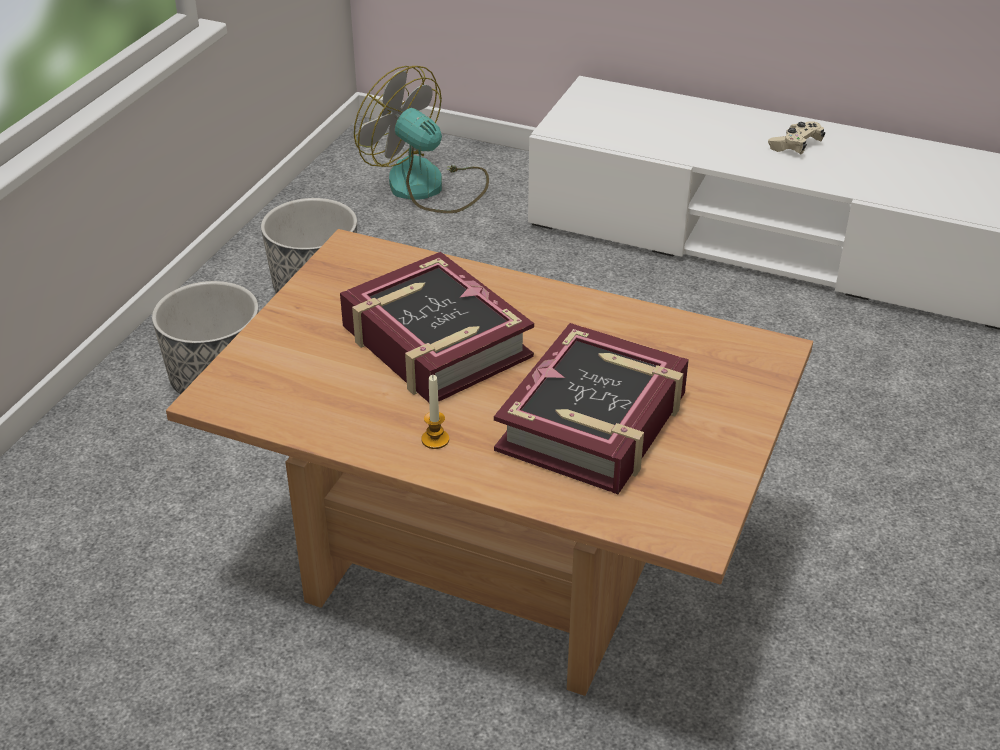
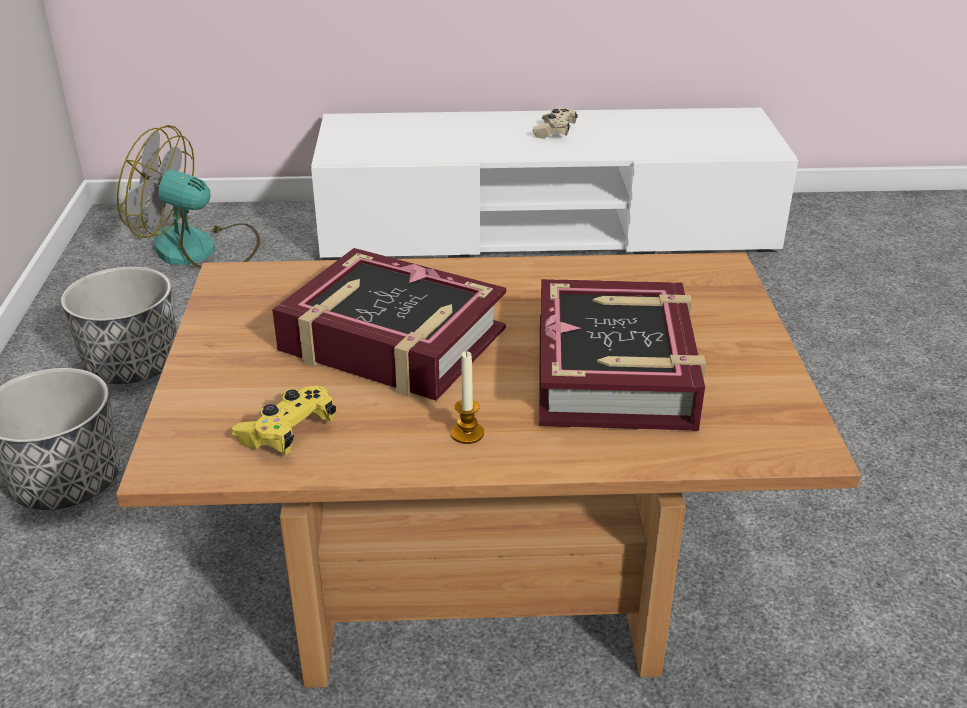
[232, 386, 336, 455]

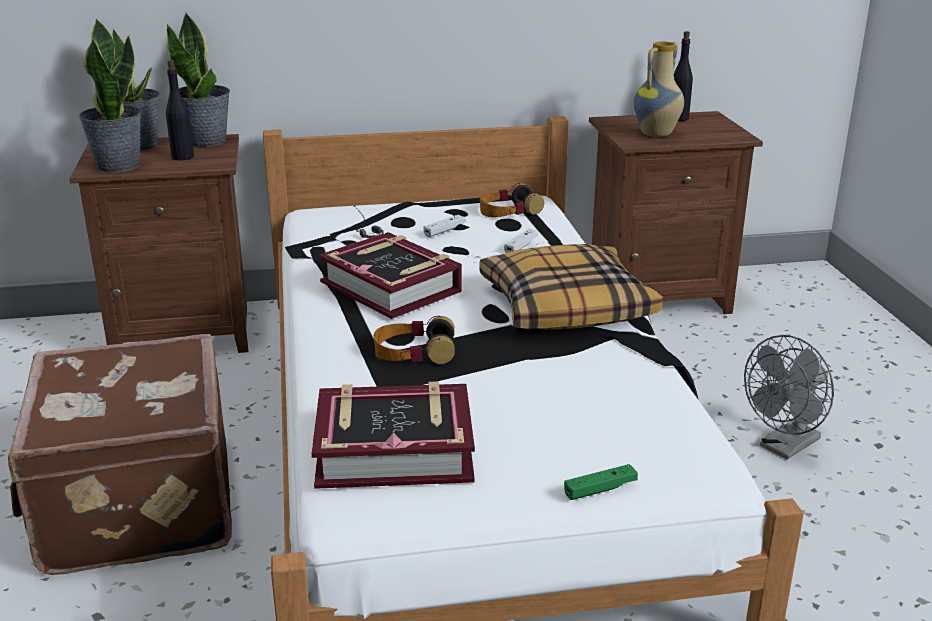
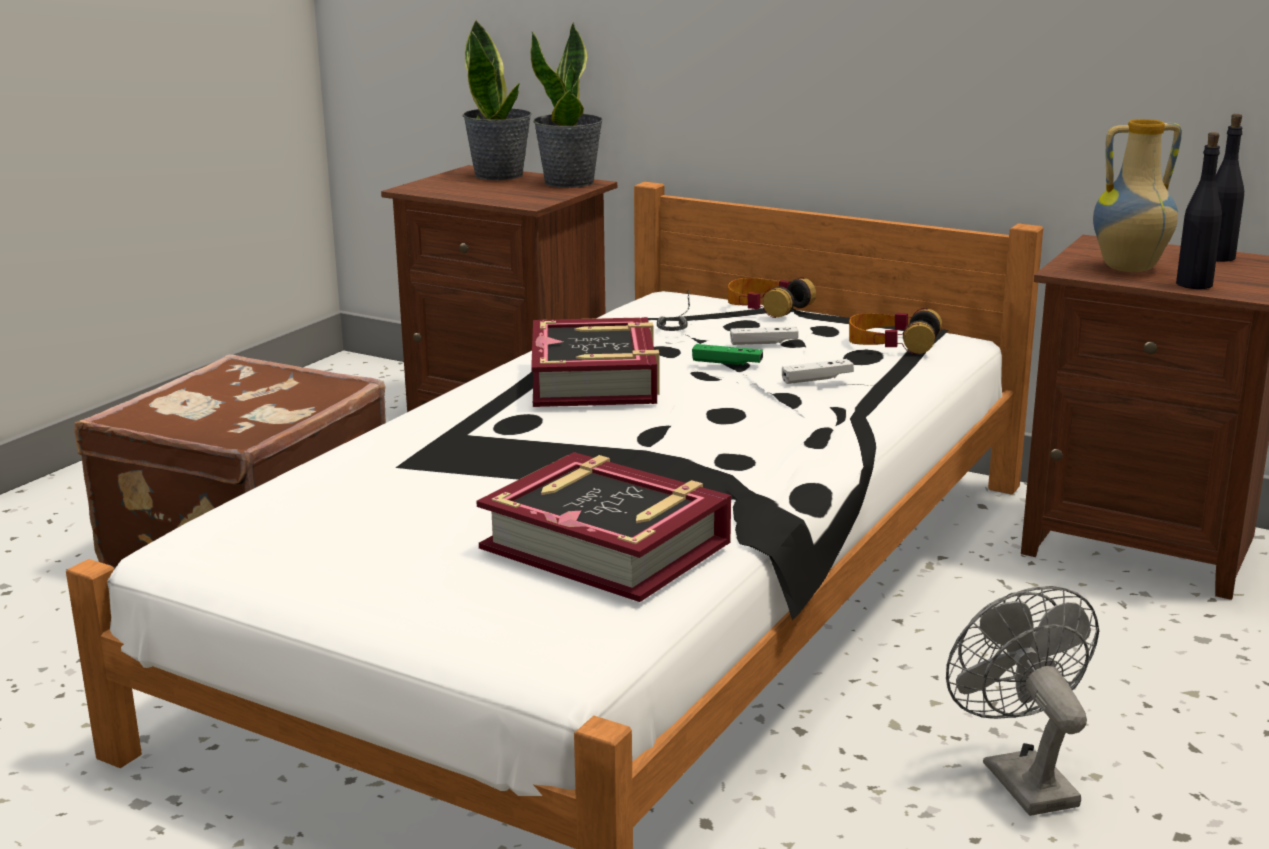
[78, 35, 142, 173] (first image)
[1176, 132, 1222, 289]
[476, 452, 731, 602]
[728, 277, 816, 318]
[479, 244, 663, 330] (first image)
[692, 344, 763, 365]
[946, 586, 1099, 816]

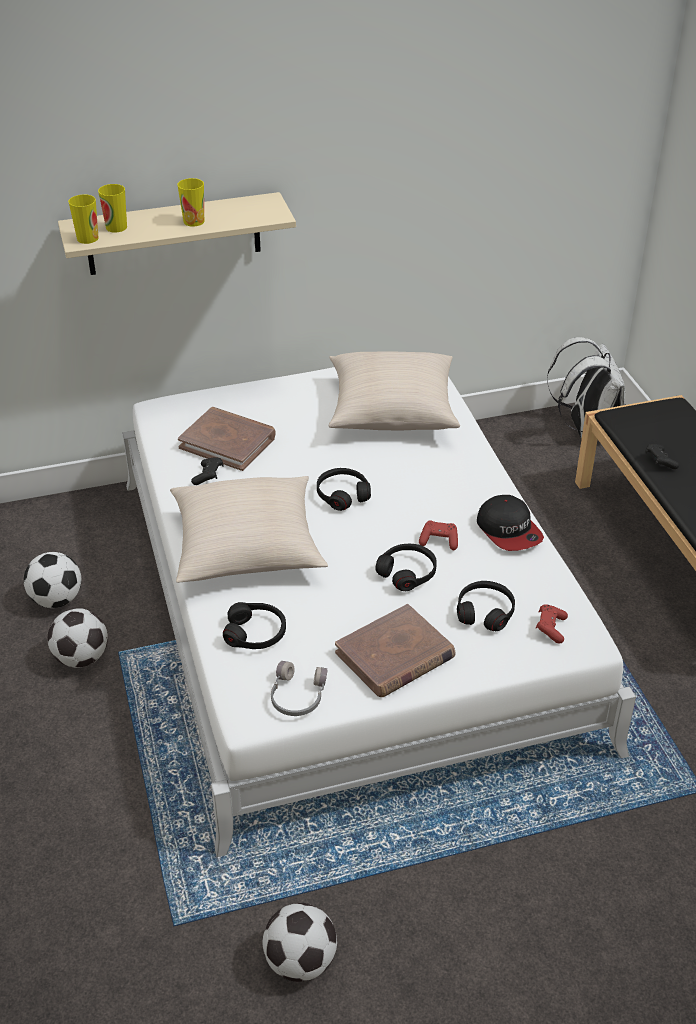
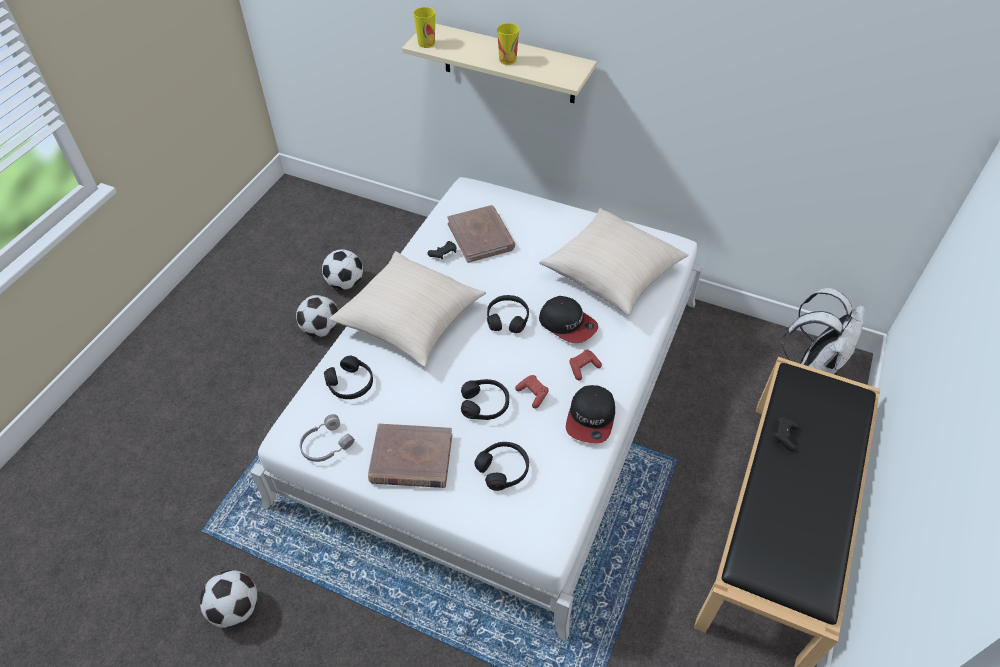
[98, 184, 127, 233] (first image)
[569, 350, 602, 380]
[539, 296, 598, 344]

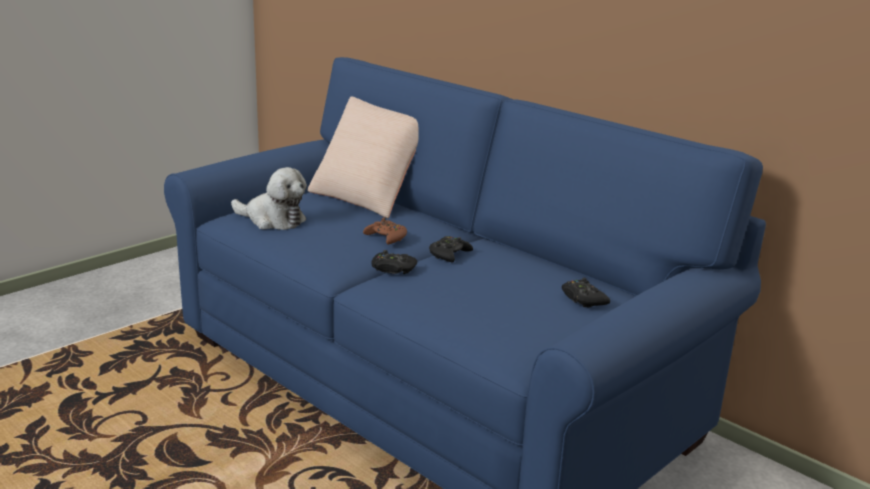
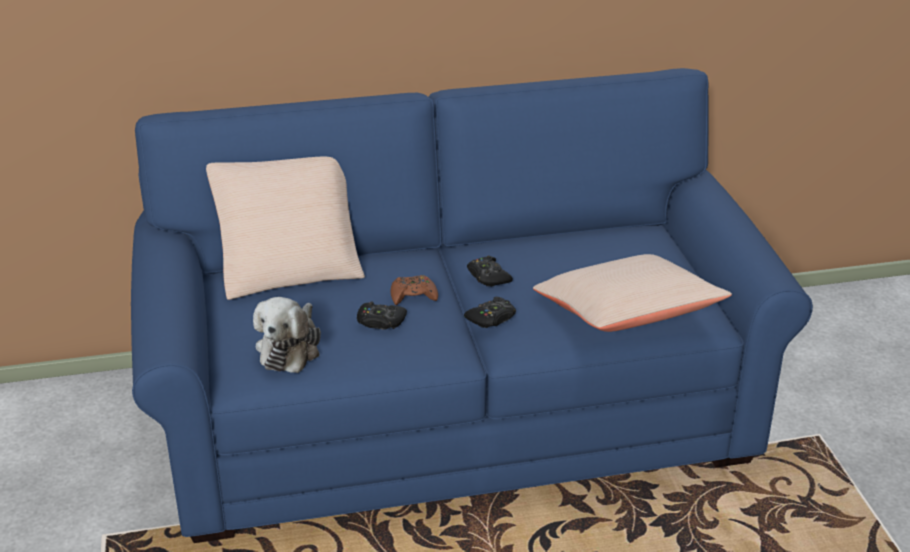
[253, 297, 321, 373]
[357, 302, 407, 330]
[533, 254, 732, 332]

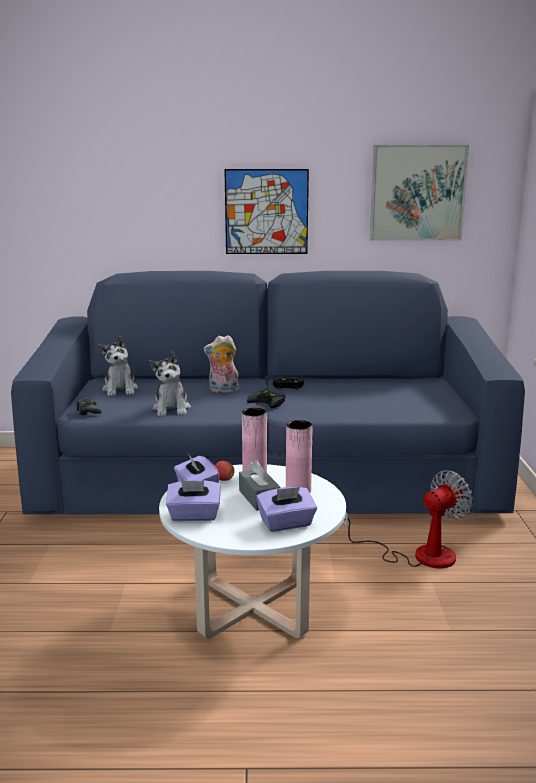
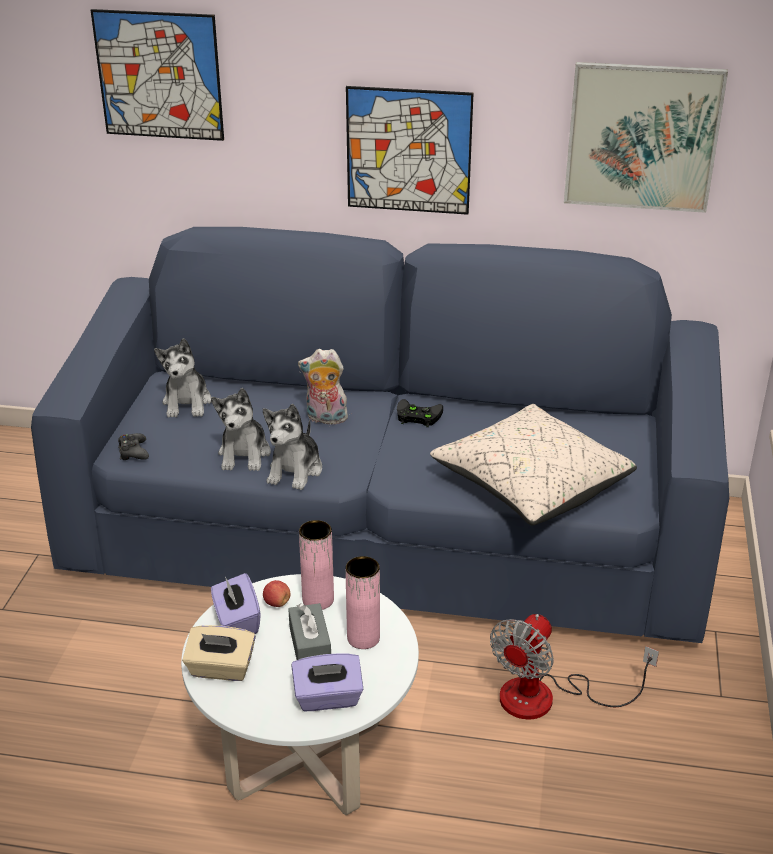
[182, 625, 256, 681]
[247, 389, 286, 408] (first image)
[490, 614, 659, 720]
[91, 9, 224, 141]
[263, 404, 322, 490]
[430, 404, 637, 526]

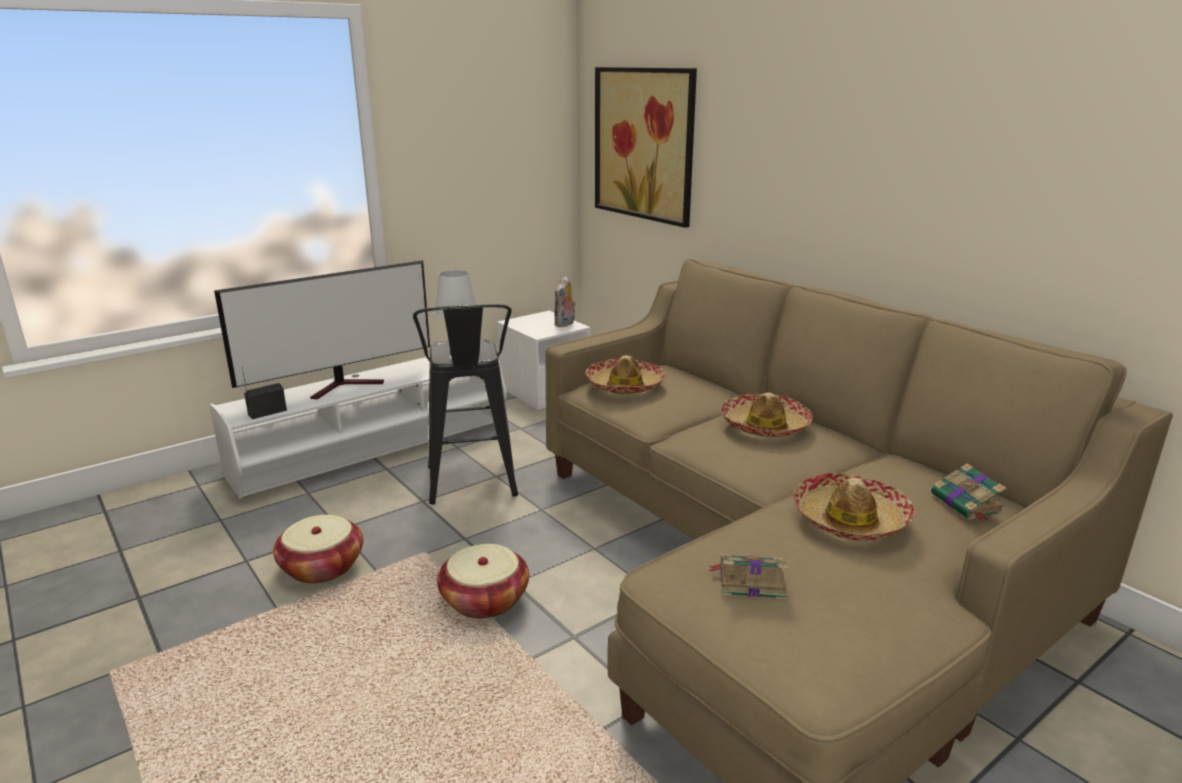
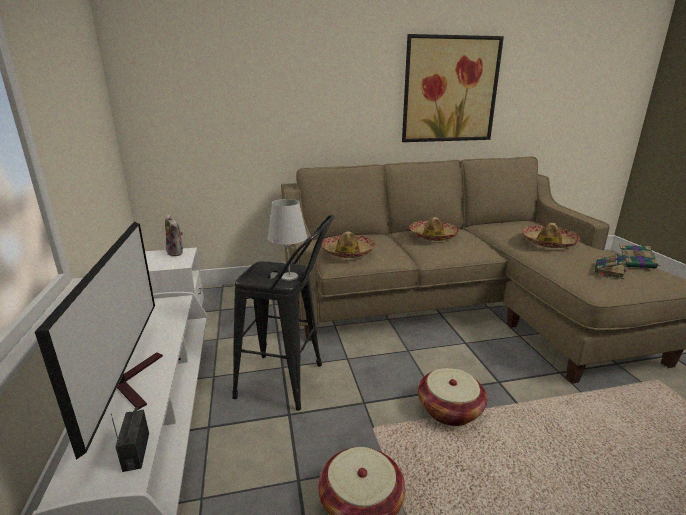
[402, 34, 504, 142]
[617, 245, 660, 269]

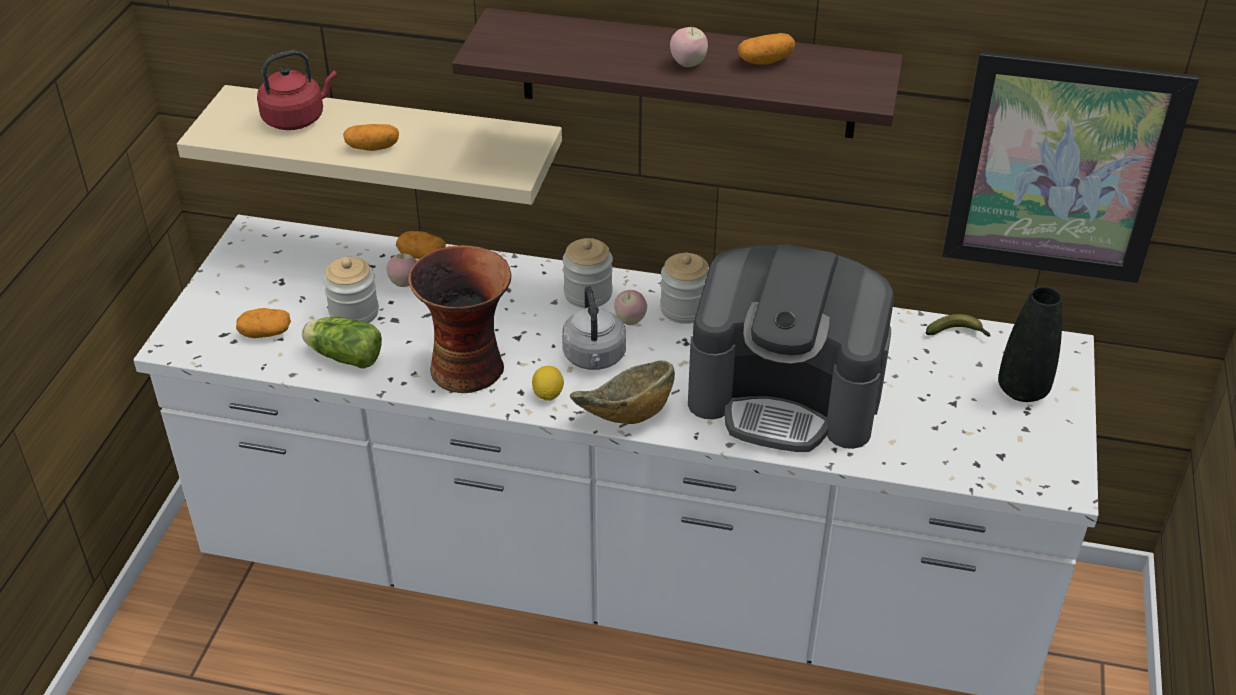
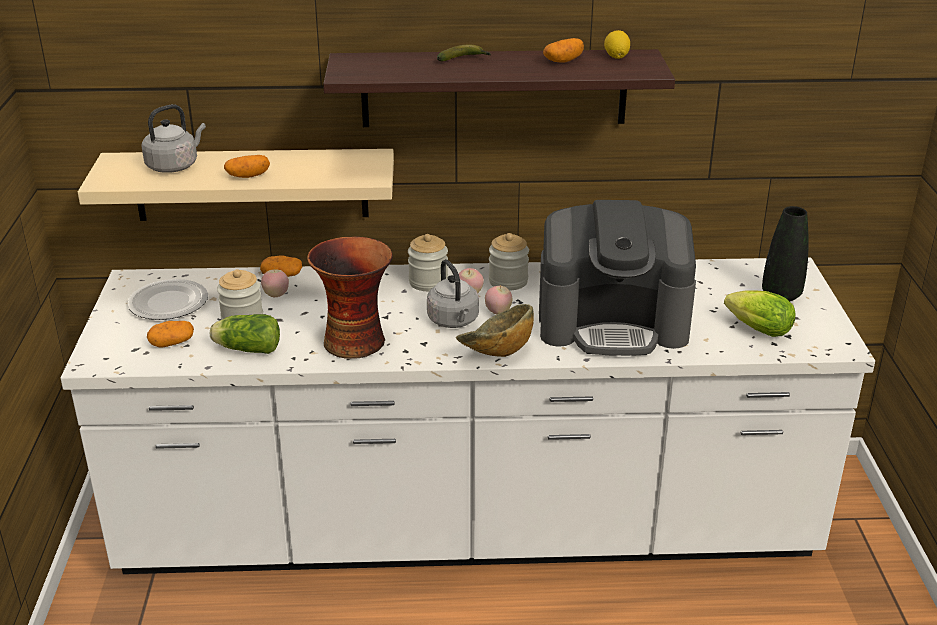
[142, 104, 206, 173]
[604, 30, 630, 59]
[485, 285, 512, 315]
[437, 45, 491, 61]
[942, 51, 1199, 283] (first image)
[127, 279, 208, 320]
[724, 290, 795, 337]

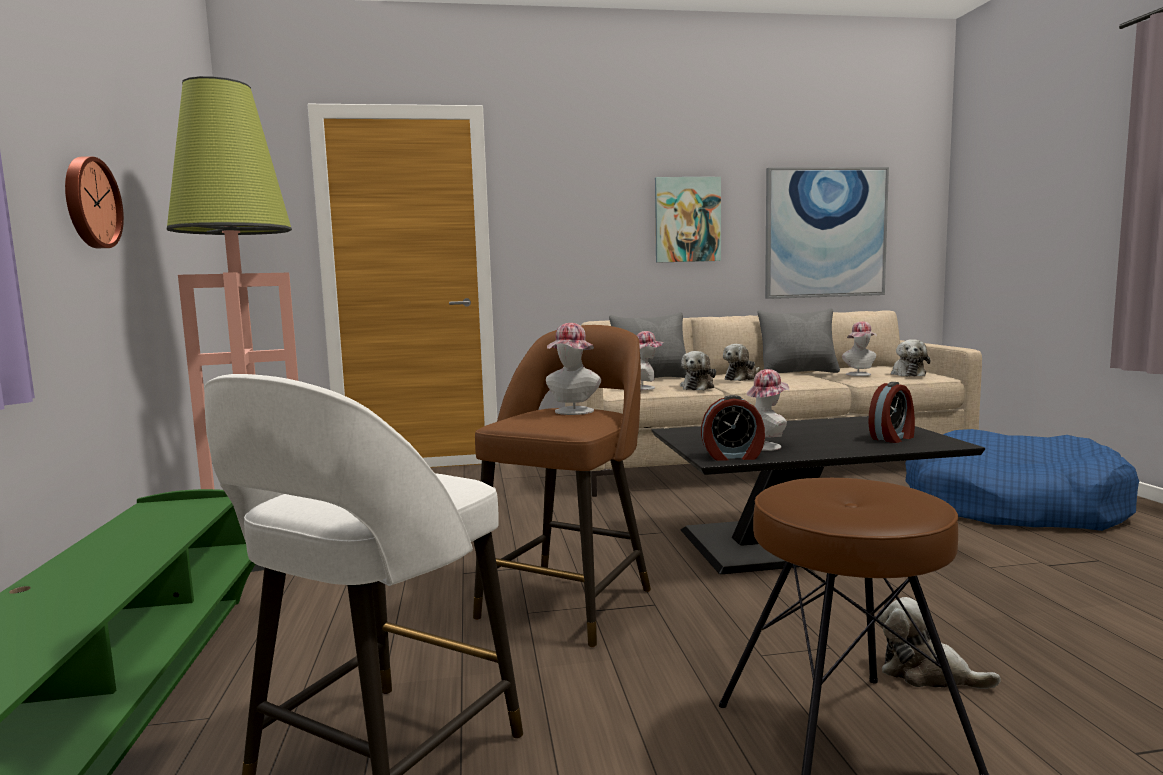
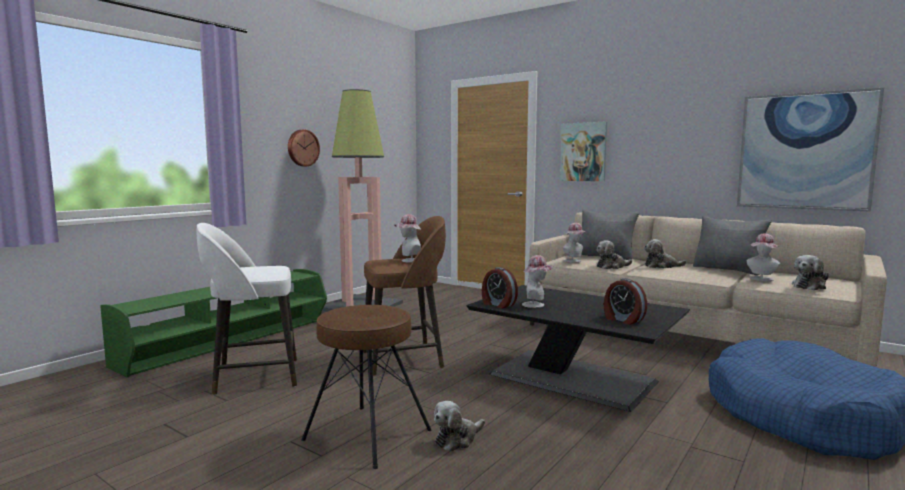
[560, 121, 607, 182]
[604, 278, 647, 325]
[434, 401, 485, 452]

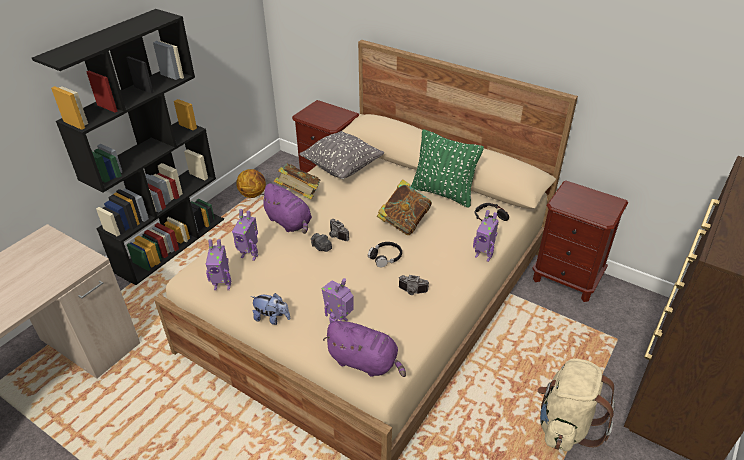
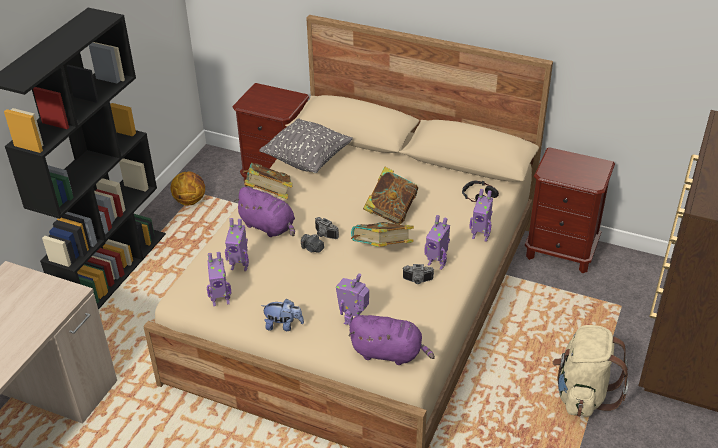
[351, 222, 414, 247]
[411, 129, 484, 208] (first image)
[425, 215, 450, 270]

